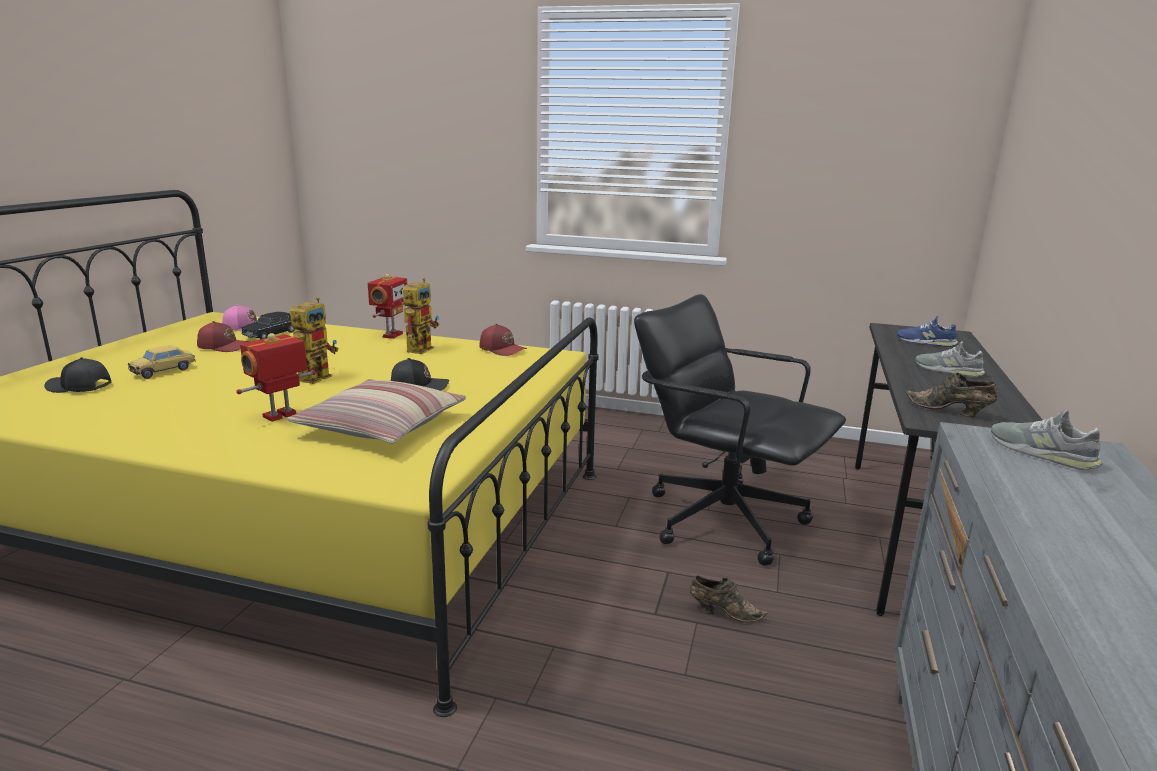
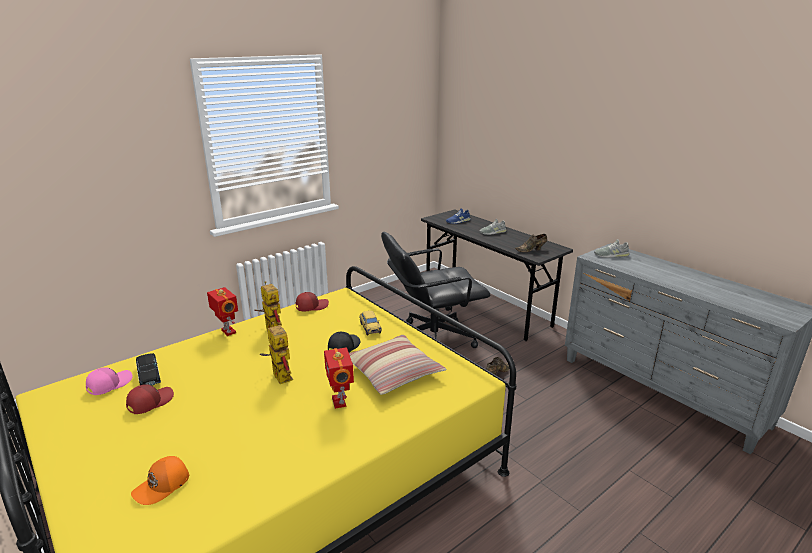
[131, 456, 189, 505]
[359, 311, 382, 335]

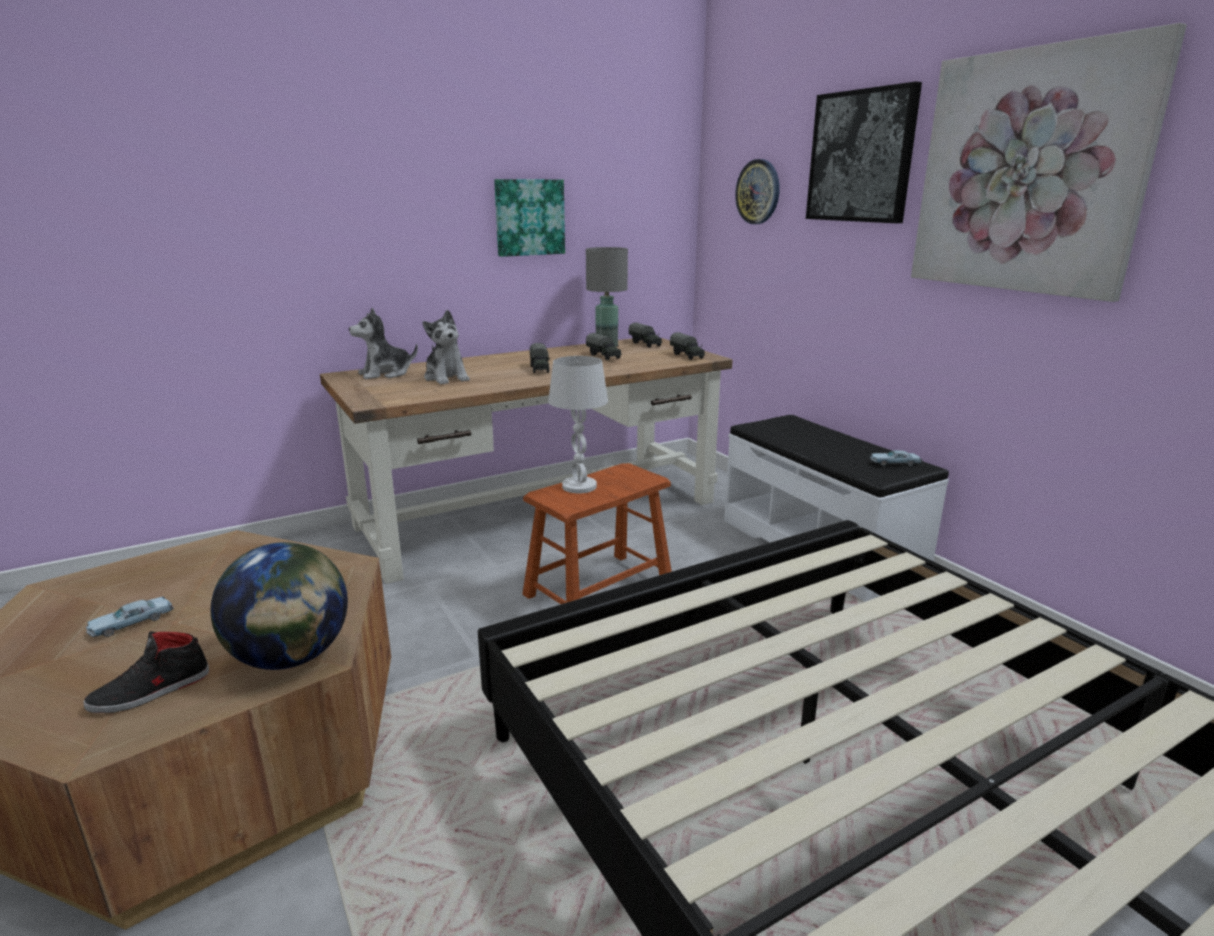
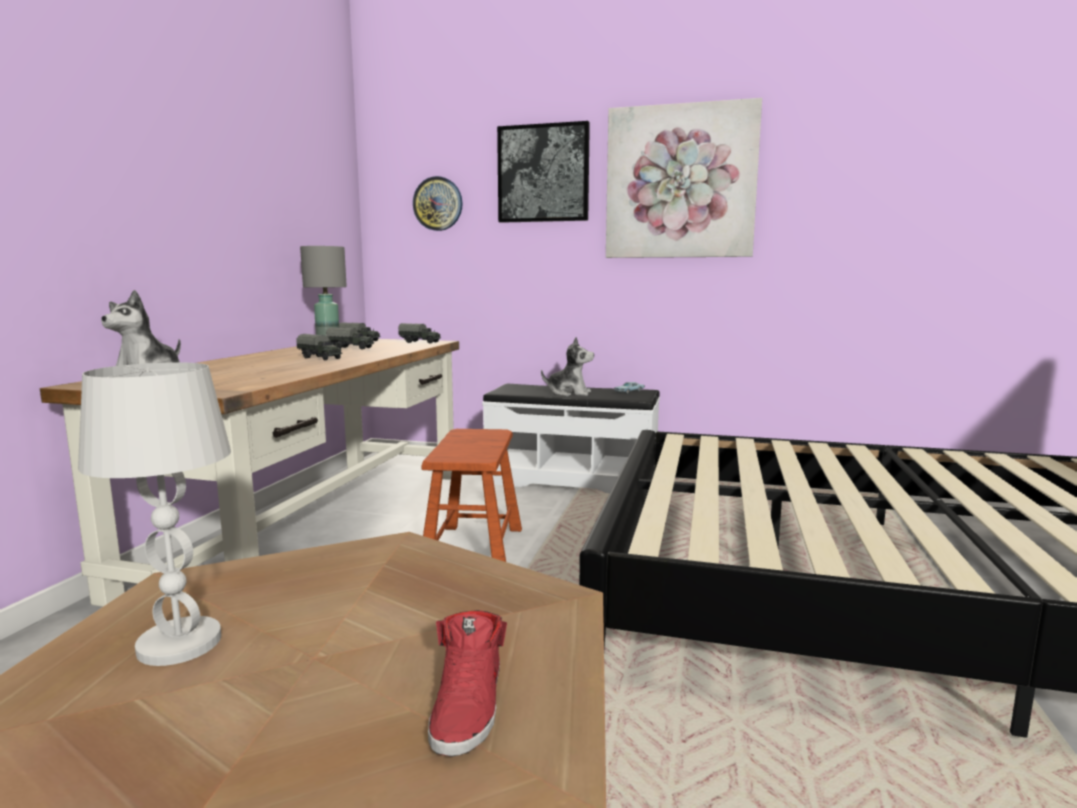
[428, 610, 507, 757]
[86, 596, 174, 637] (first image)
[211, 542, 348, 670] (first image)
[541, 337, 594, 396]
[494, 179, 565, 257] (first image)
[78, 362, 231, 666]

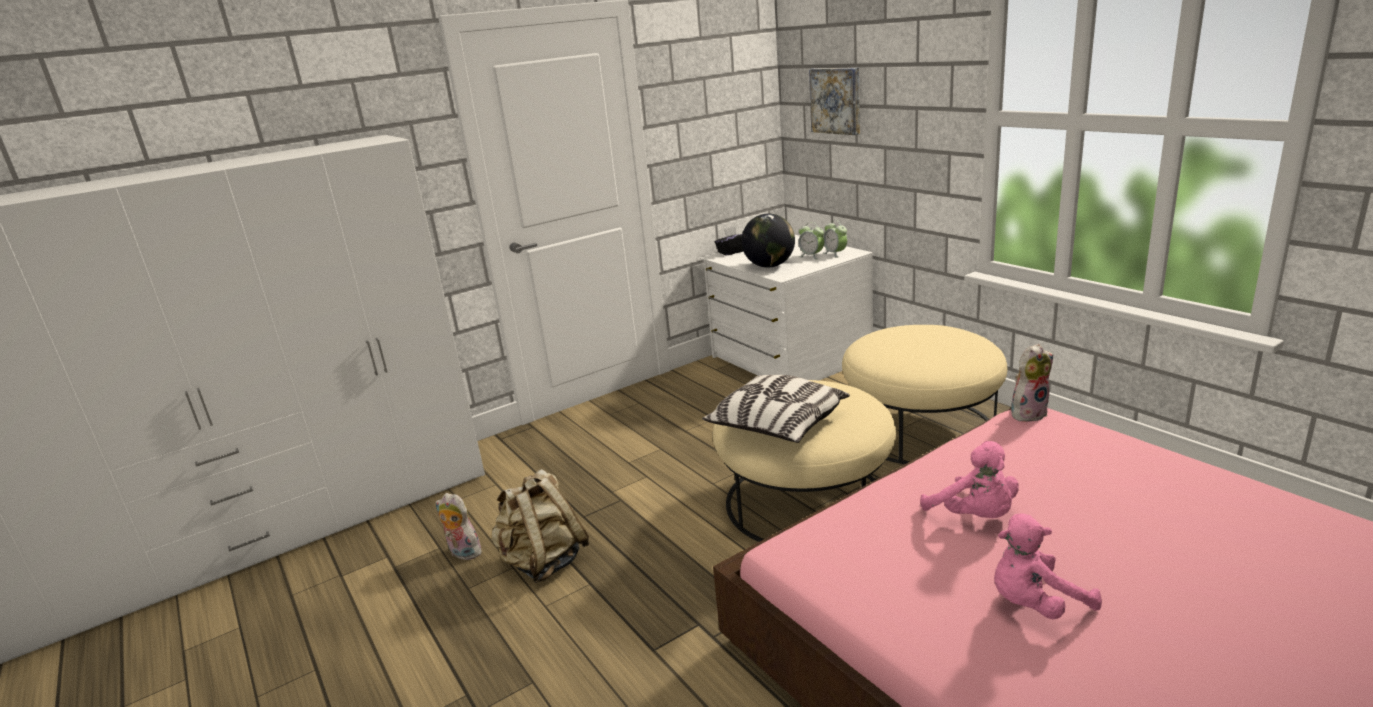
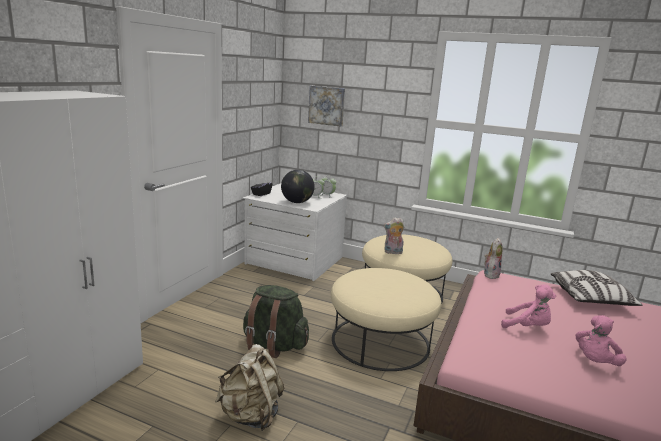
[384, 217, 404, 254]
[551, 270, 642, 306]
[243, 285, 309, 358]

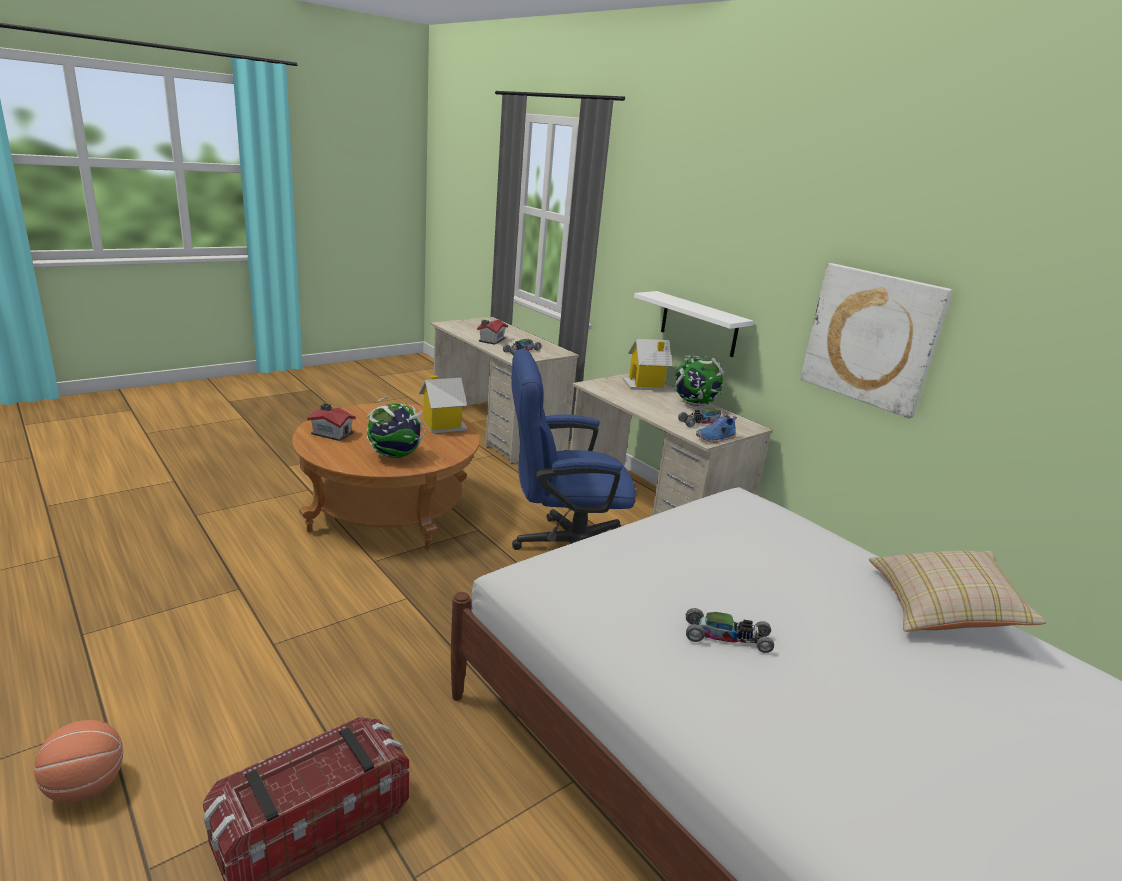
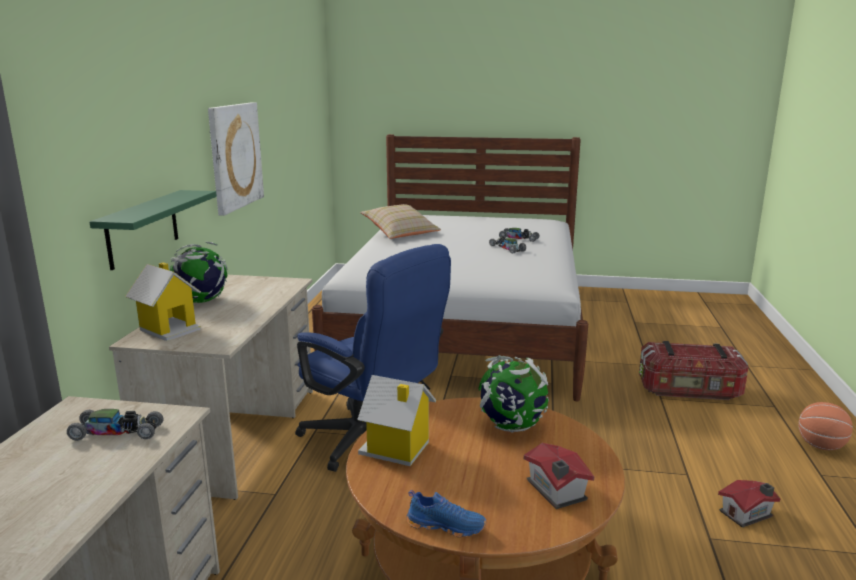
[718, 480, 780, 527]
[89, 190, 217, 270]
[499, 228, 540, 242]
[406, 490, 486, 538]

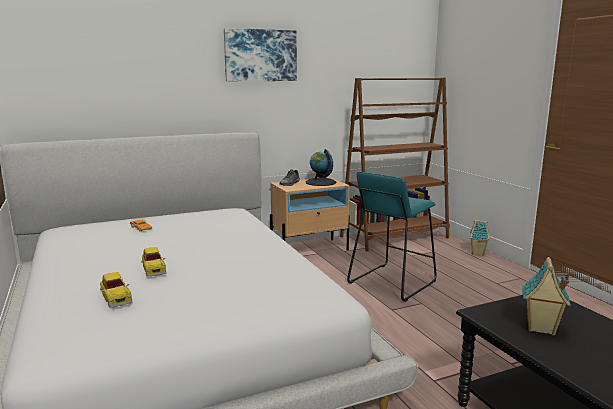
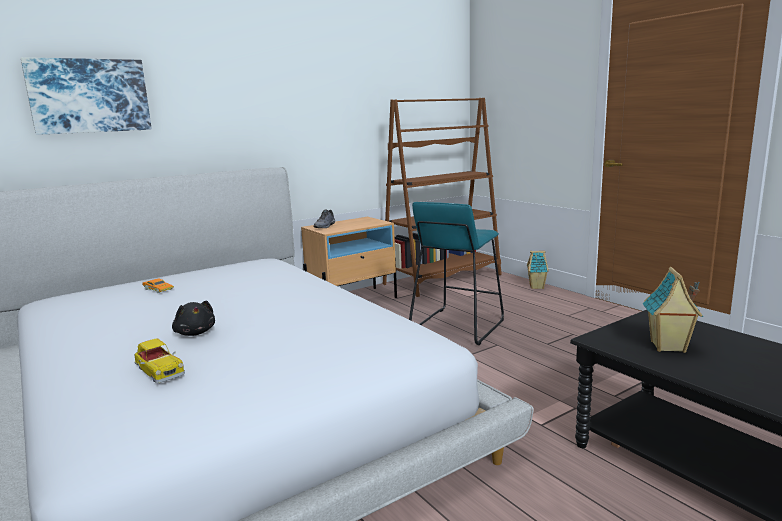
[172, 301, 215, 336]
[21, 57, 152, 135]
[305, 149, 337, 186] (first image)

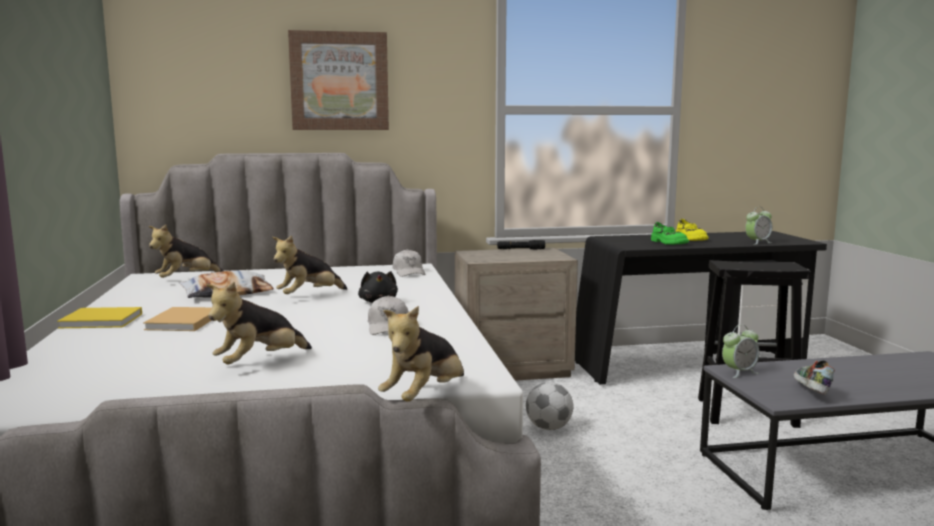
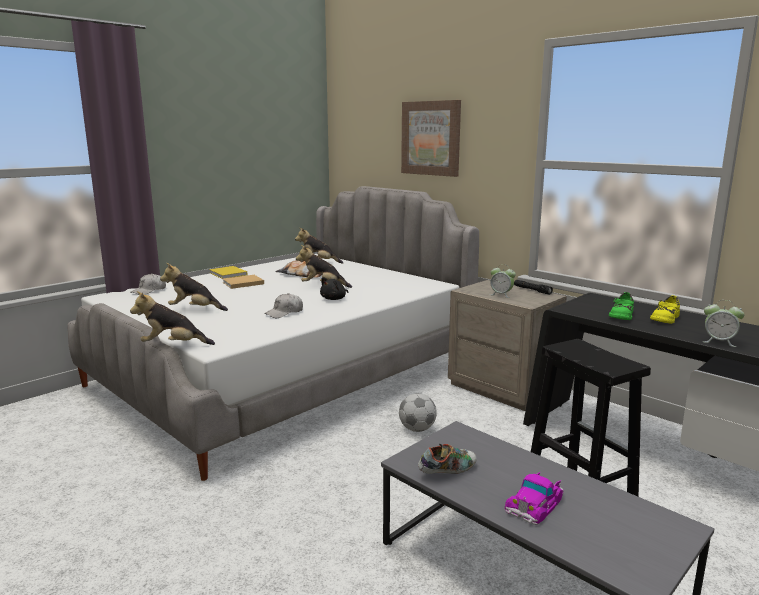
[130, 273, 166, 295]
[490, 264, 516, 298]
[505, 472, 564, 525]

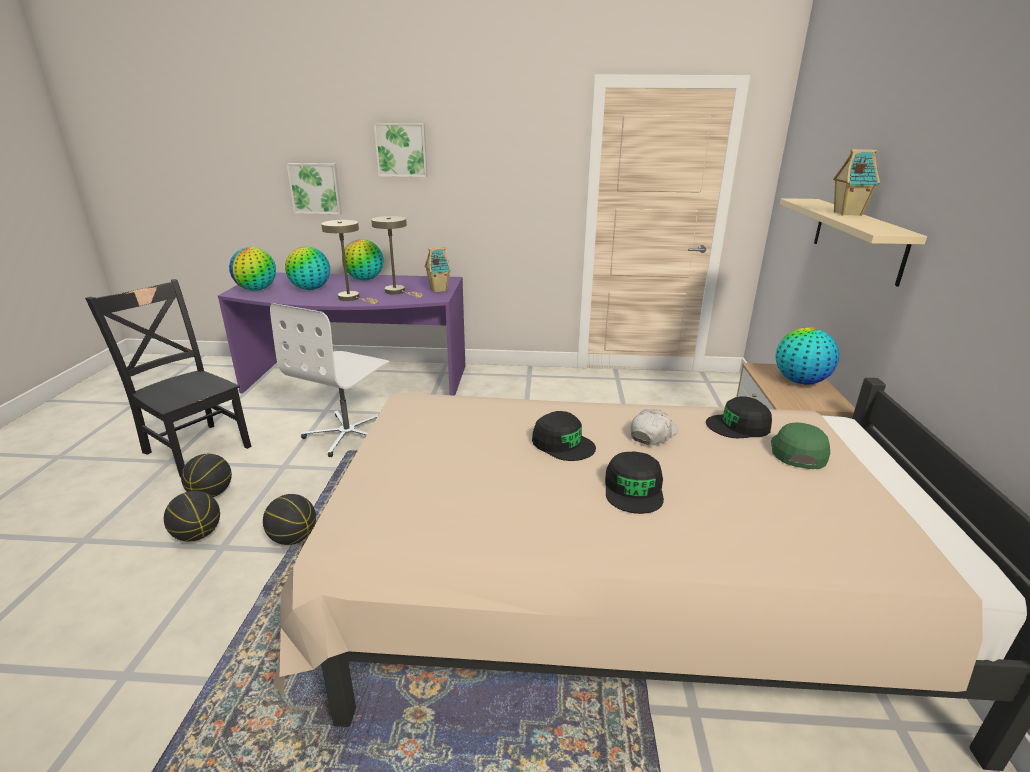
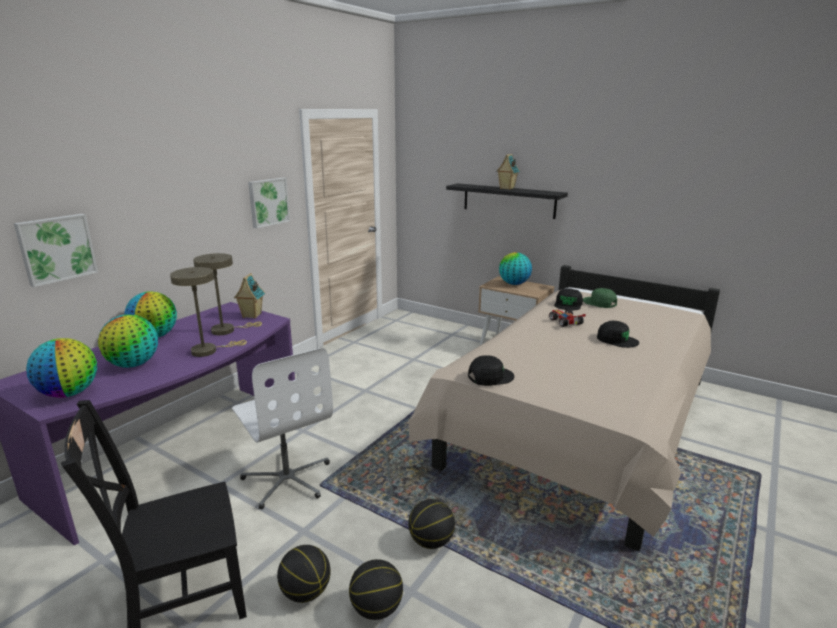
[248, 178, 290, 228]
[468, 355, 514, 386]
[549, 309, 586, 327]
[446, 183, 568, 219]

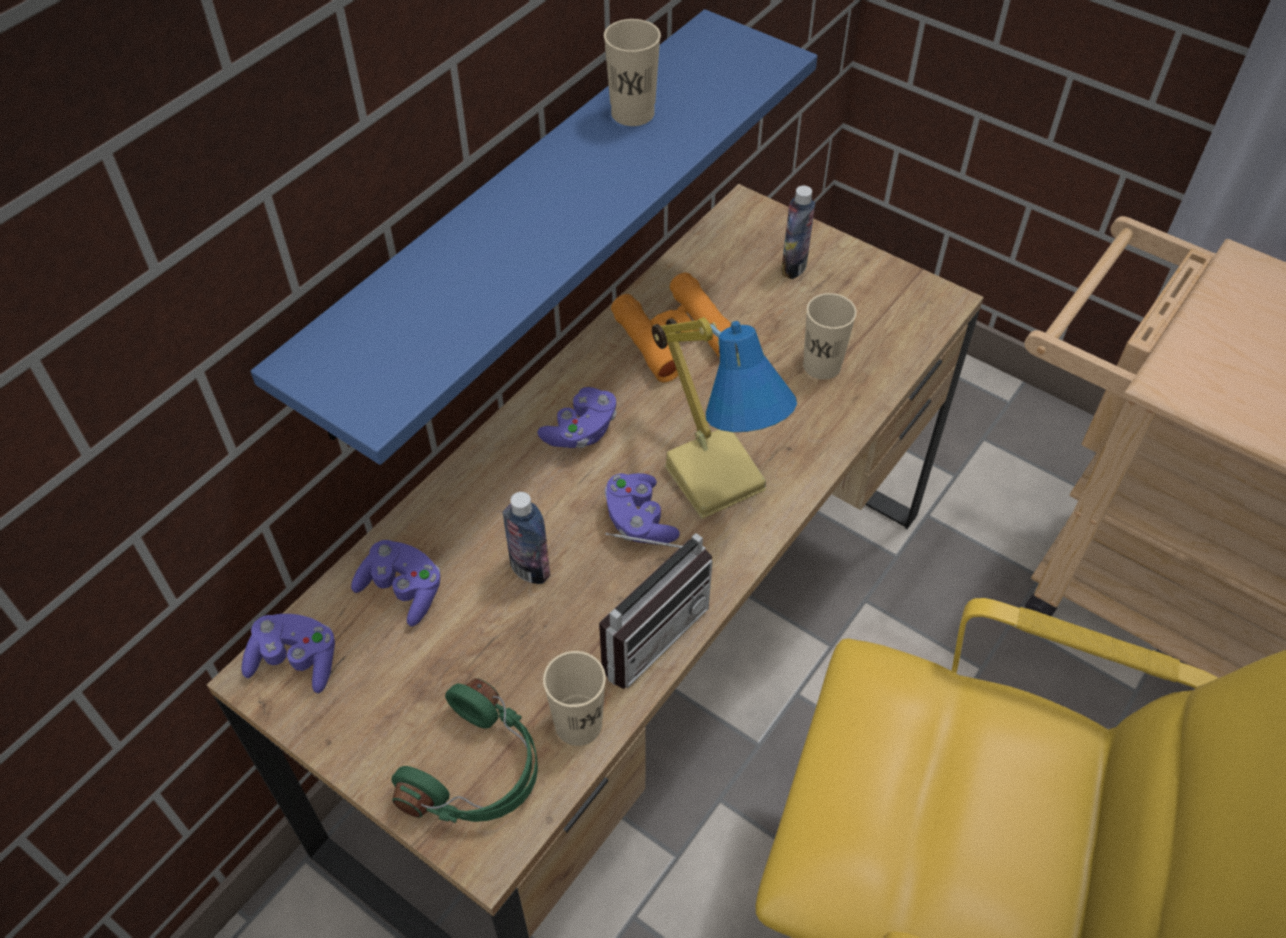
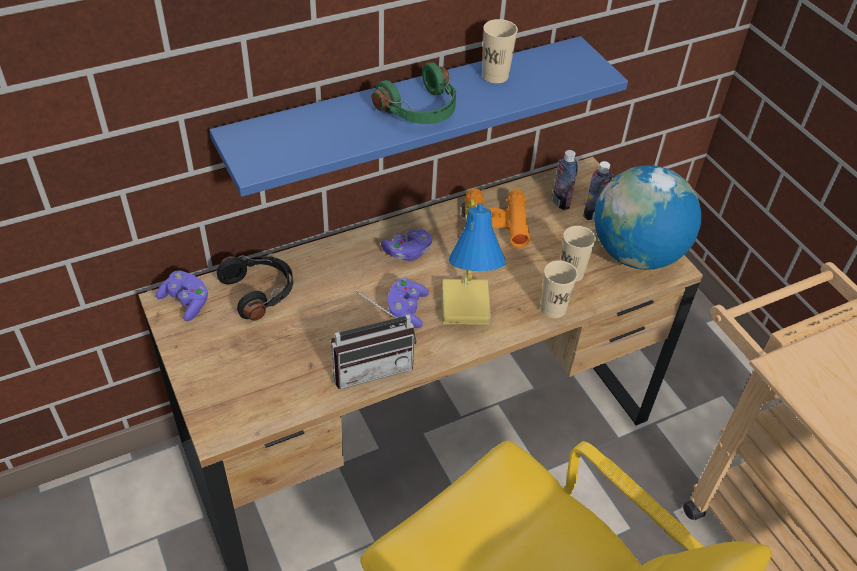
[217, 255, 293, 321]
[372, 62, 456, 124]
[552, 150, 578, 210]
[540, 260, 578, 318]
[594, 165, 701, 270]

